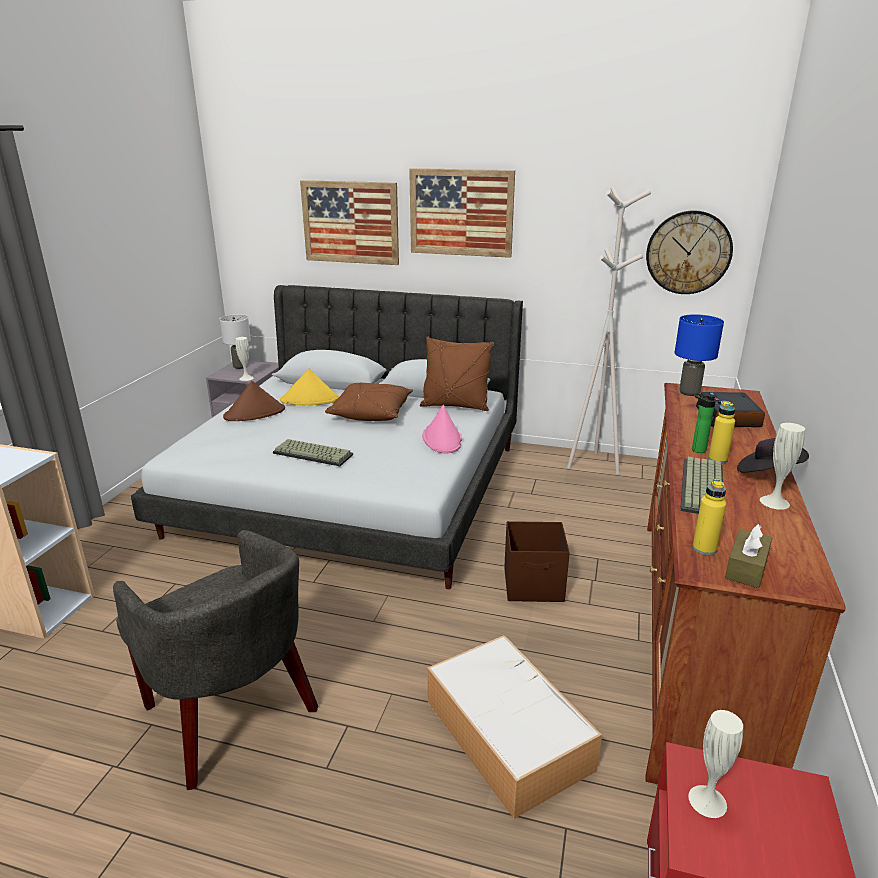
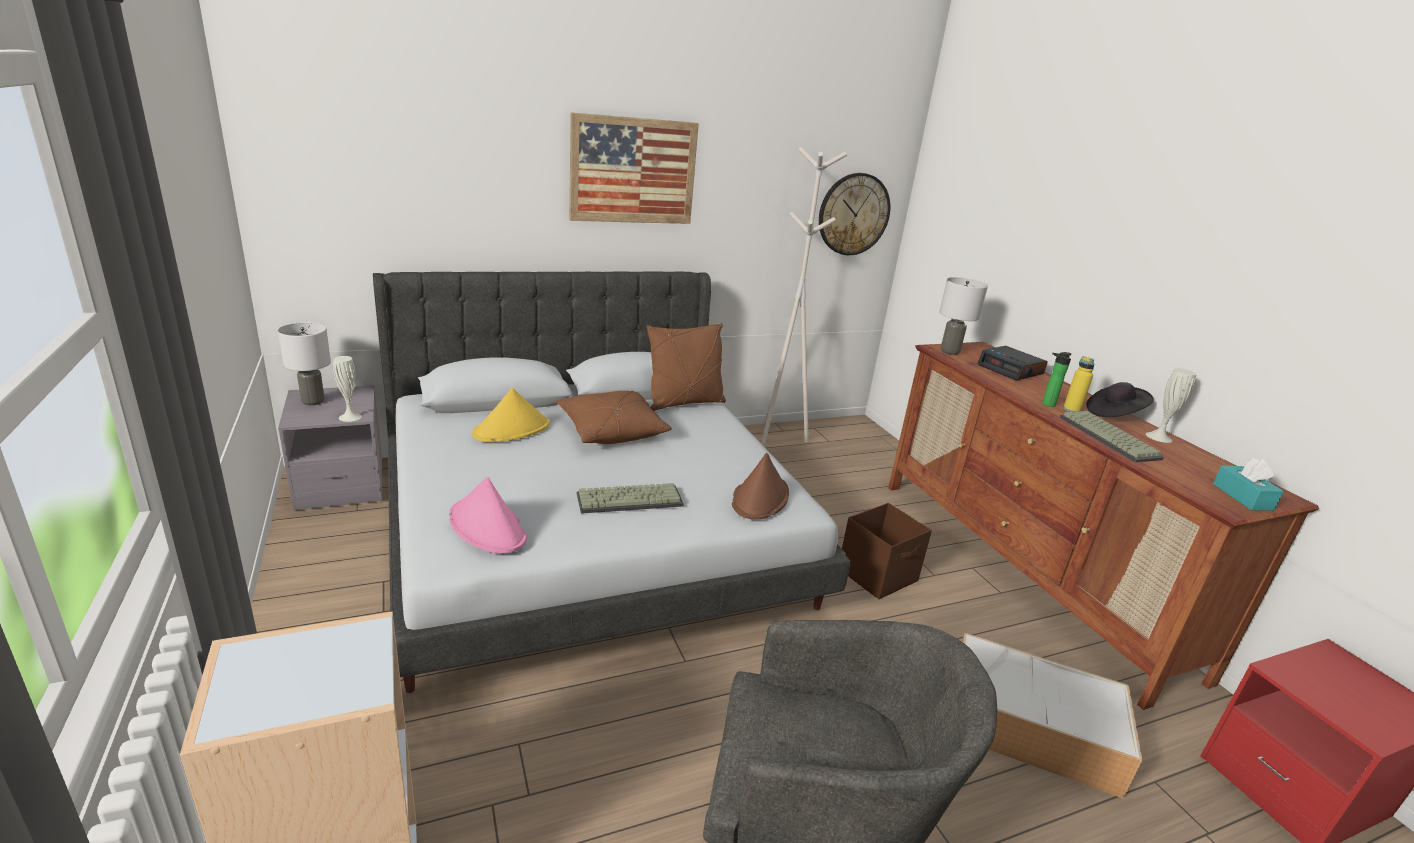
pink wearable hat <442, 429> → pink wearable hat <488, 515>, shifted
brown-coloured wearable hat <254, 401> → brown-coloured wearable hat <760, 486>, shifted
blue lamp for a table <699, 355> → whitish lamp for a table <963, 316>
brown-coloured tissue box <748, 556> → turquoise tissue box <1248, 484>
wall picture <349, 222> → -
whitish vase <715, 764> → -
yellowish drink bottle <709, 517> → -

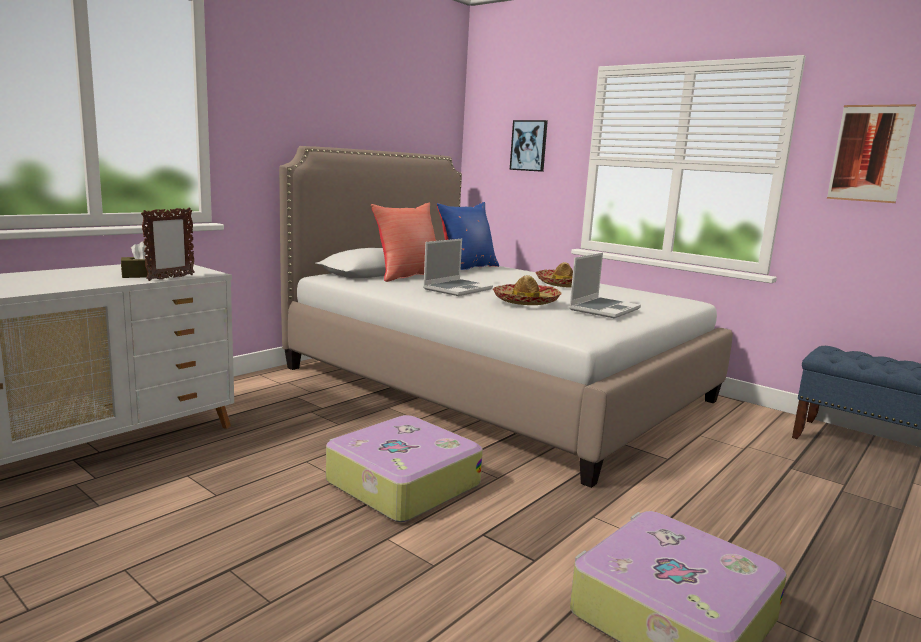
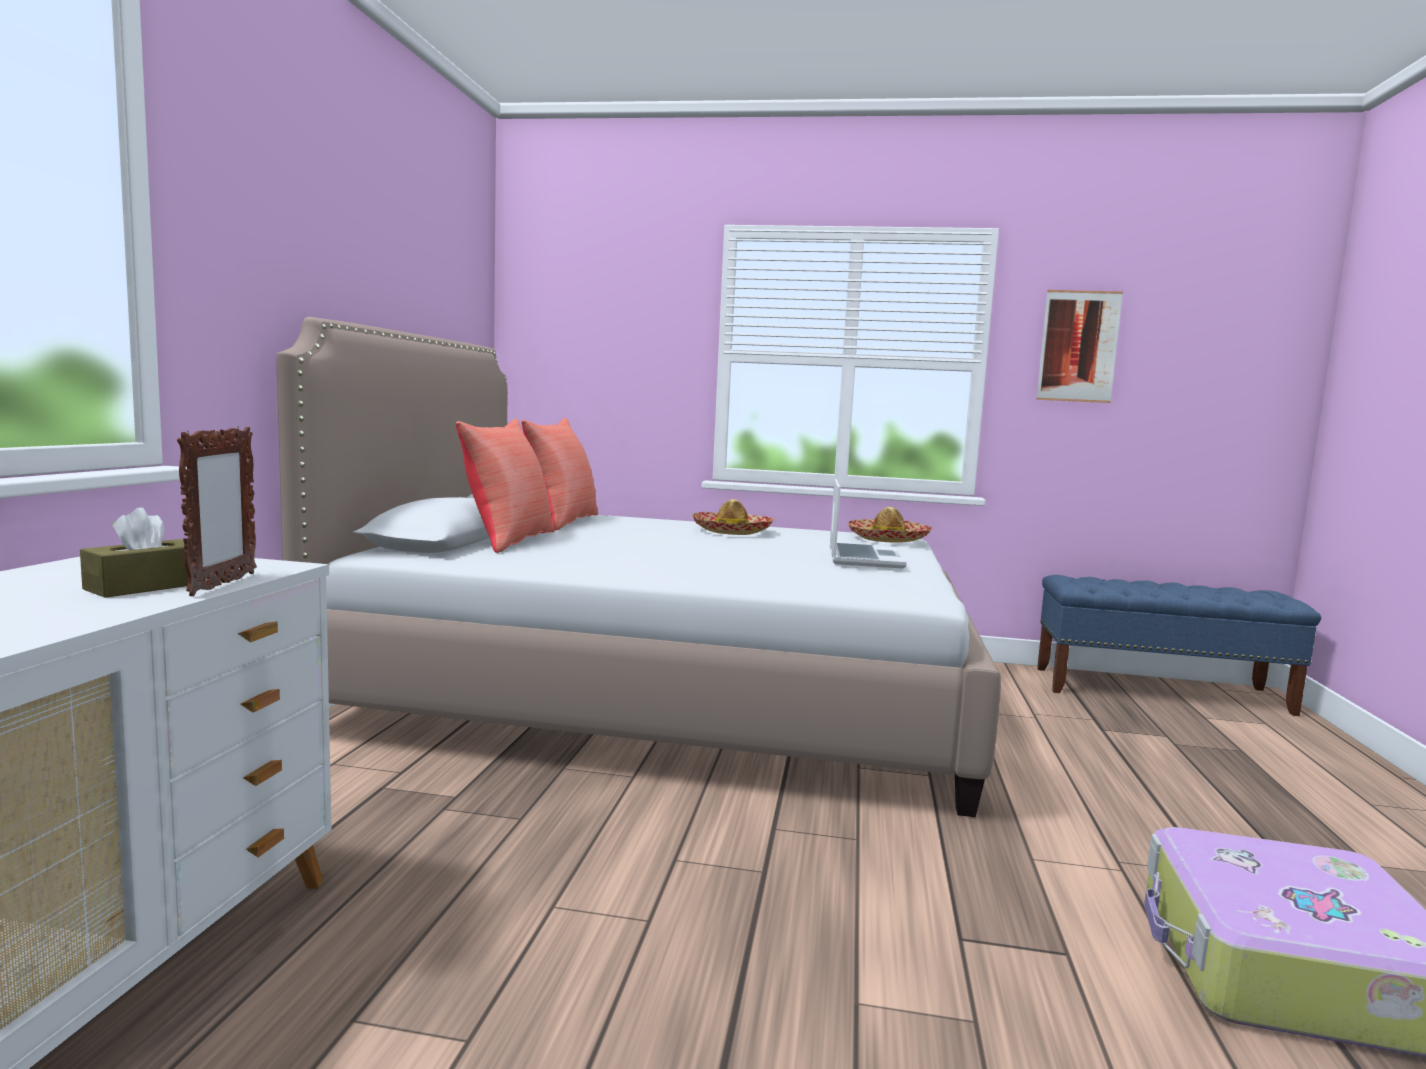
blue cushion <467, 236> → red cushion <559, 474>
wearable hat <527, 290> → wearable hat <890, 525>, shifted
travel case <404, 468> → -
notebook computer <458, 267> → -
wall picture <529, 146> → -

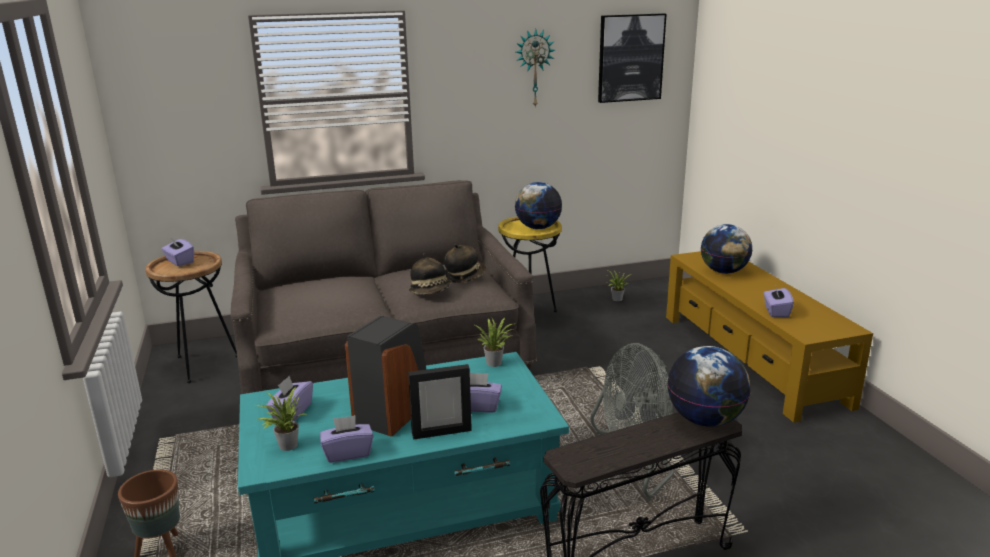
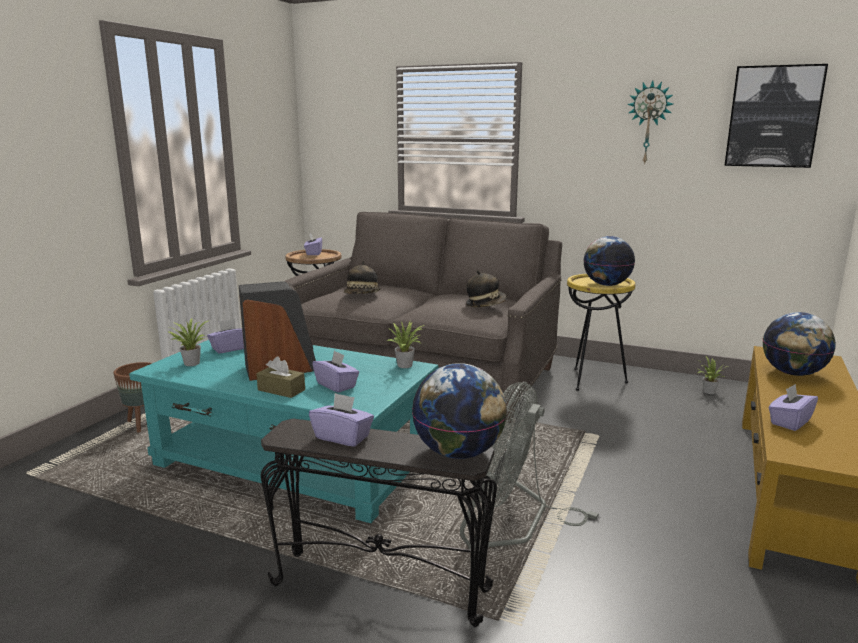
photo frame <440, 402> → brown-coloured tissue box <280, 377>
purple tissue box <346, 439> → purple tissue box <341, 420>, shifted
wearable hat <430, 274> → wearable hat <362, 277>, shifted

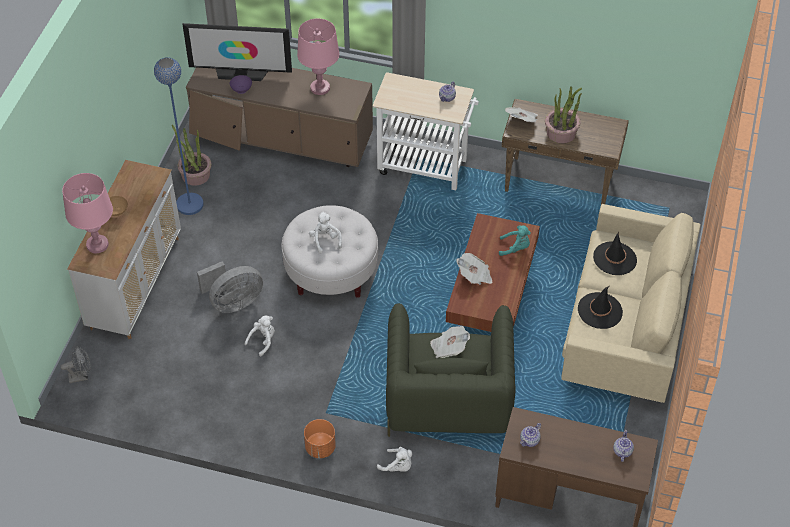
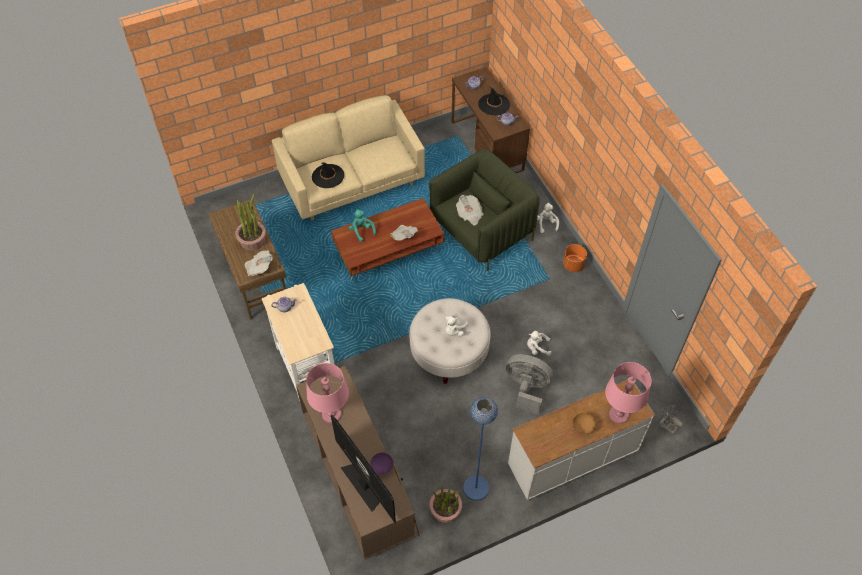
blackish wearable hat <600, 307> → blackish wearable hat <494, 101>, shifted

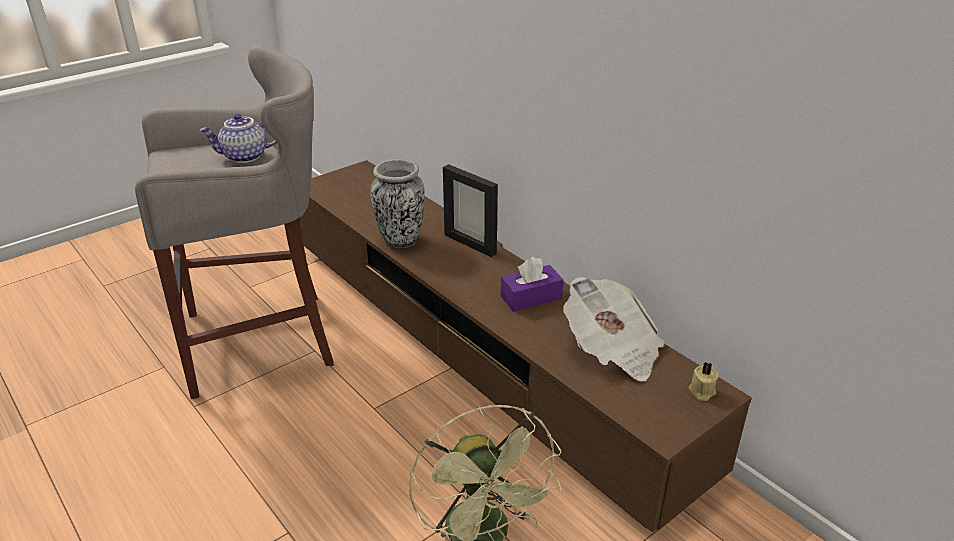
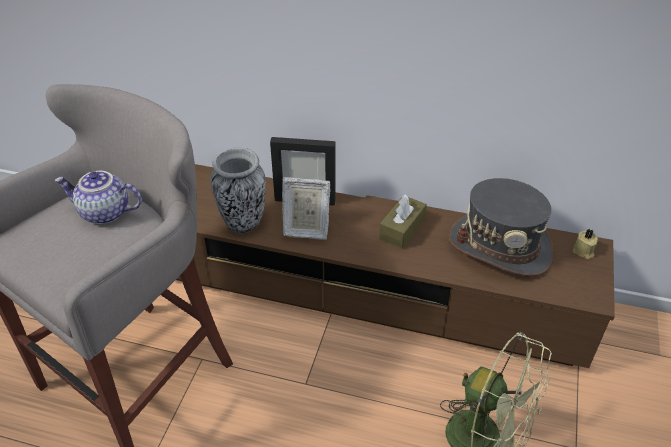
tea pot <238, 138> → tea pot <98, 197>, 60 degrees clockwise
- → photo frame <306, 208>
purple tissue box <532, 284> → brown-coloured tissue box <403, 221>
daily paper <614, 329> → greyish wearable hat <501, 227>

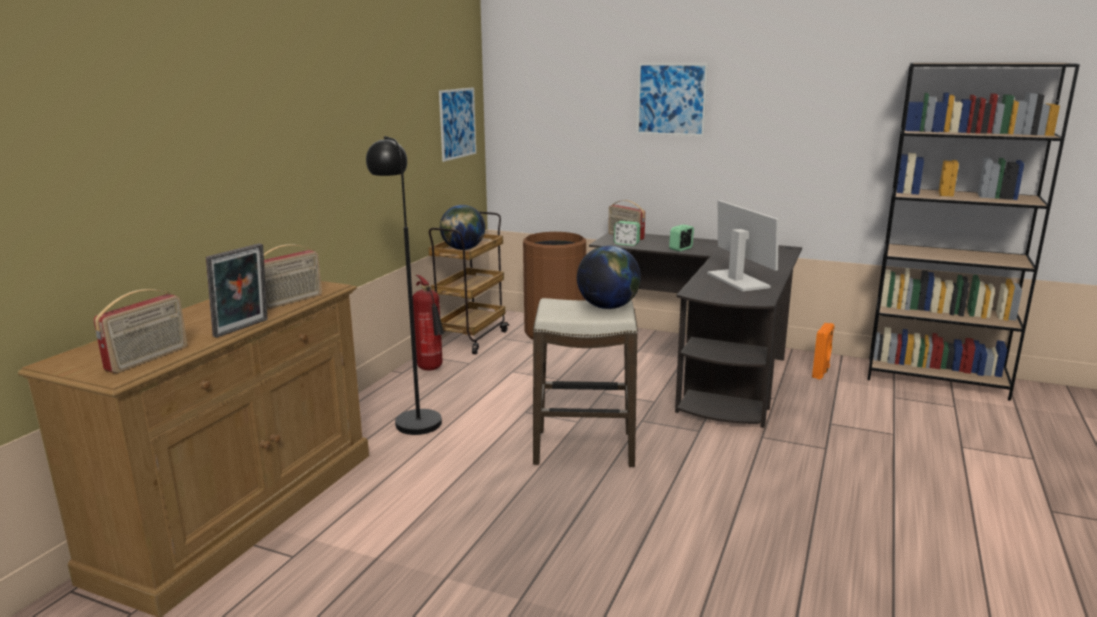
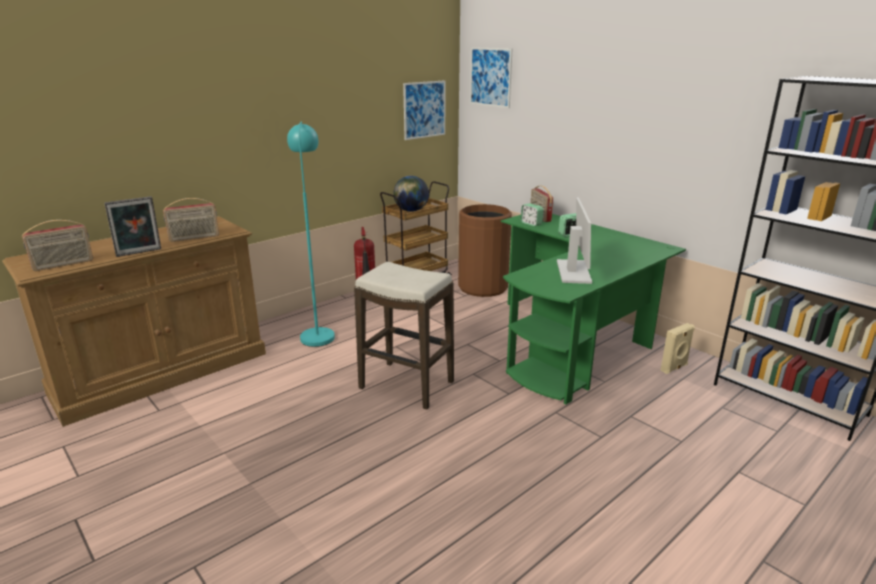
blackish floor lamp <404, 285> → turquoise floor lamp <311, 234>
wall picture <672, 100> → wall picture <491, 77>, shifted
blackish desk <695, 330> → green desk <593, 309>
orangey speaker <823, 351> → sand-coloured speaker <678, 348>
world globe <609, 277> → -

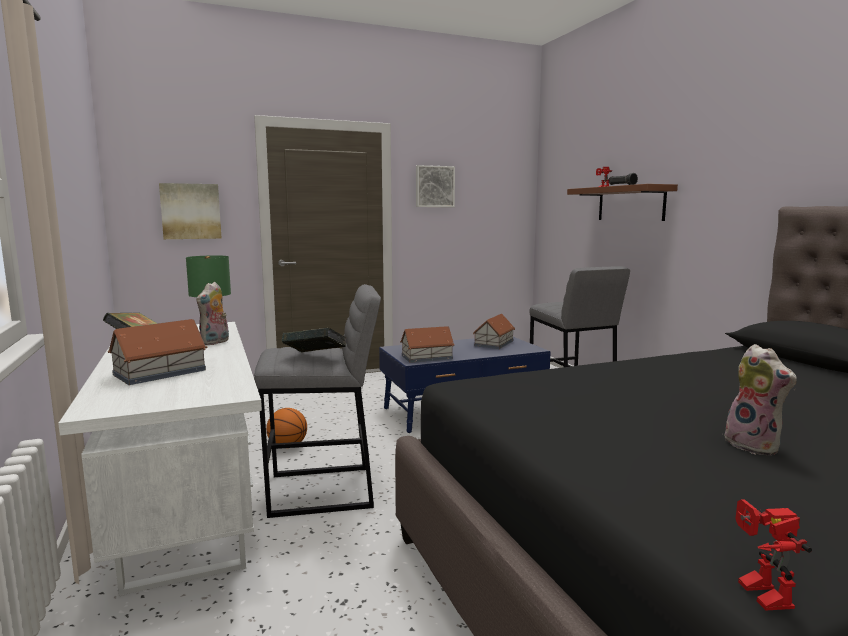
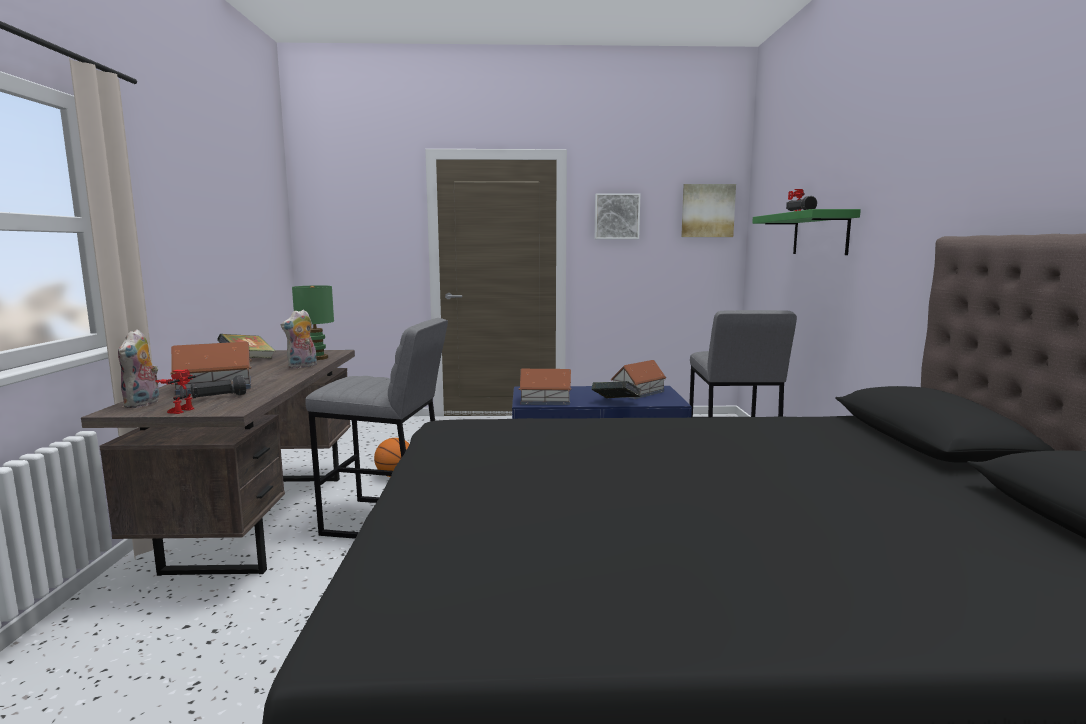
whitish desk <160, 459> → brown-coloured desk <218, 463>
cuddly toy <760, 399> → cuddly toy <138, 368>, shifted
model robot <774, 554> → model robot <175, 391>, shifted
- → blackish flashlight <218, 386>
bound book <314, 340> → bound book <616, 389>, shifted
wall picture <190, 211> → wall picture <708, 210>, shifted
brown-coloured shelf <622, 202> → green shelf <806, 232>

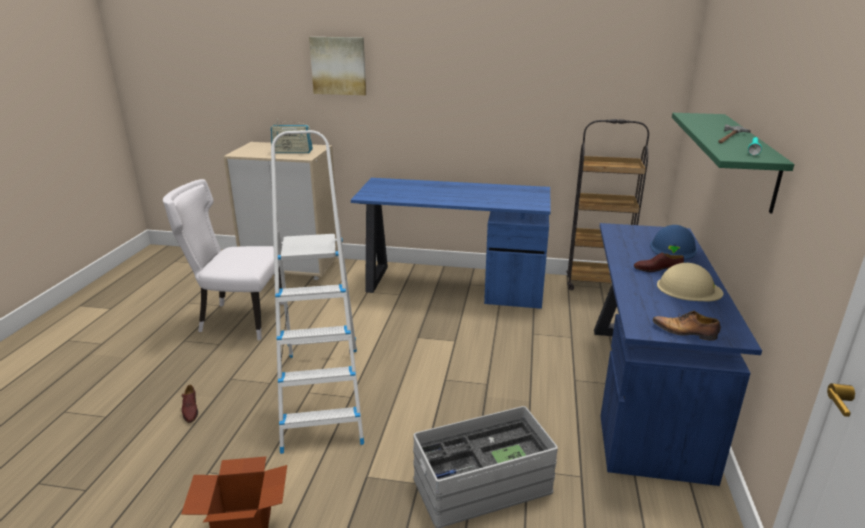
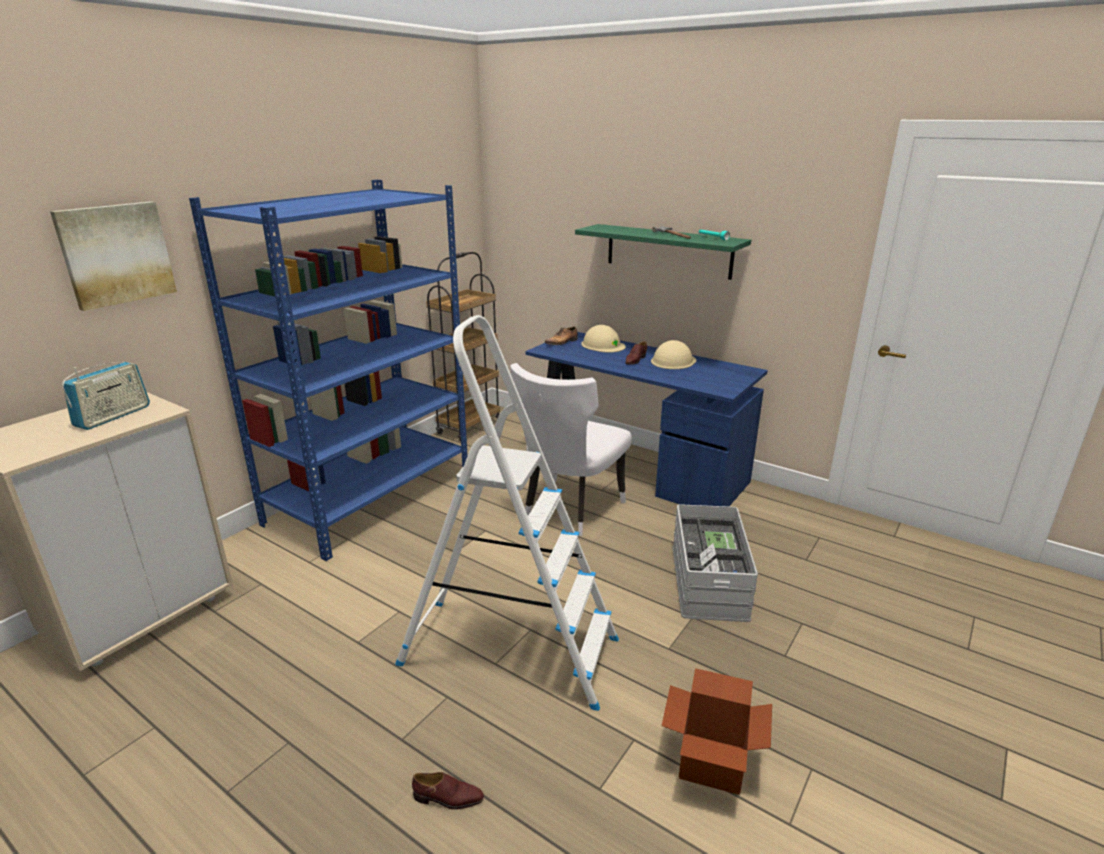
blue desk <451, 243> → blue bookcase <328, 370>
whitish plain chair <223, 259> → whitish plain chair <571, 449>, shifted
item of footwear <687, 326> → item of footwear <561, 335>, shifted
blue safety helmet <673, 242> → sand-coloured safety helmet <603, 339>

